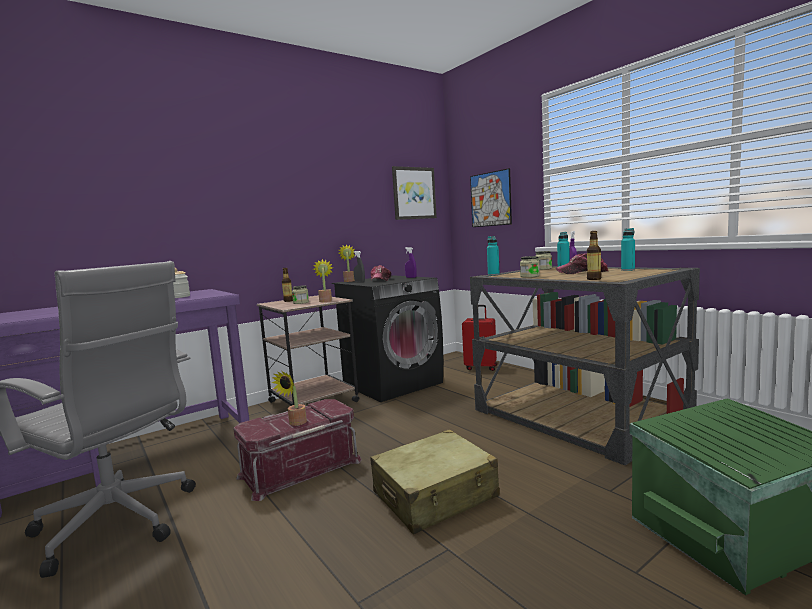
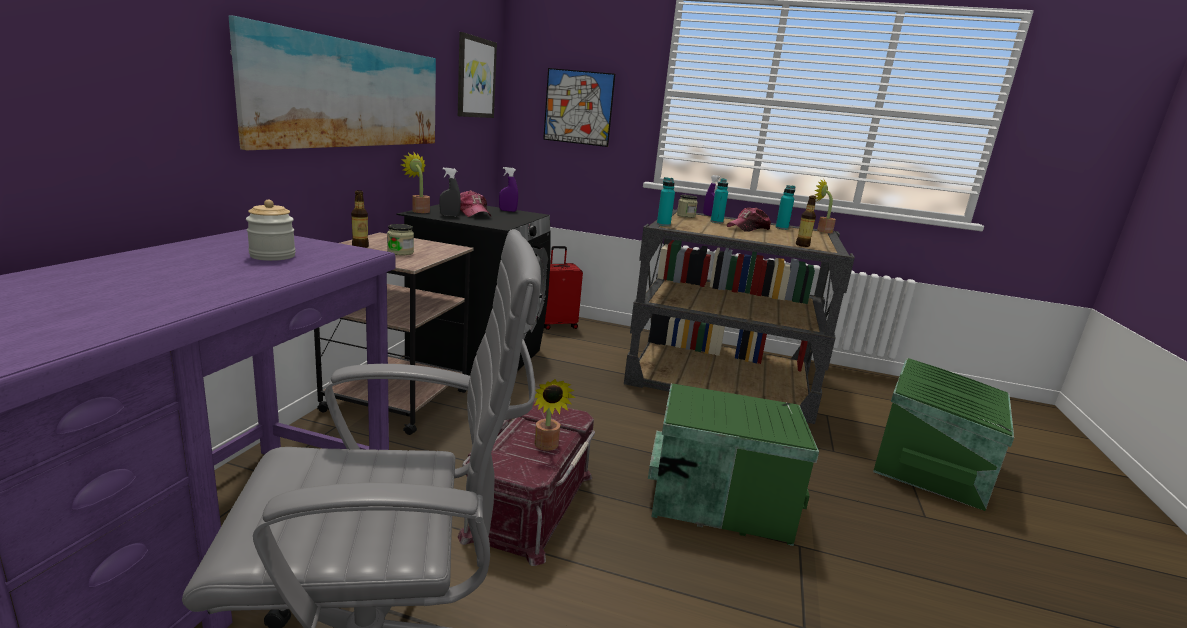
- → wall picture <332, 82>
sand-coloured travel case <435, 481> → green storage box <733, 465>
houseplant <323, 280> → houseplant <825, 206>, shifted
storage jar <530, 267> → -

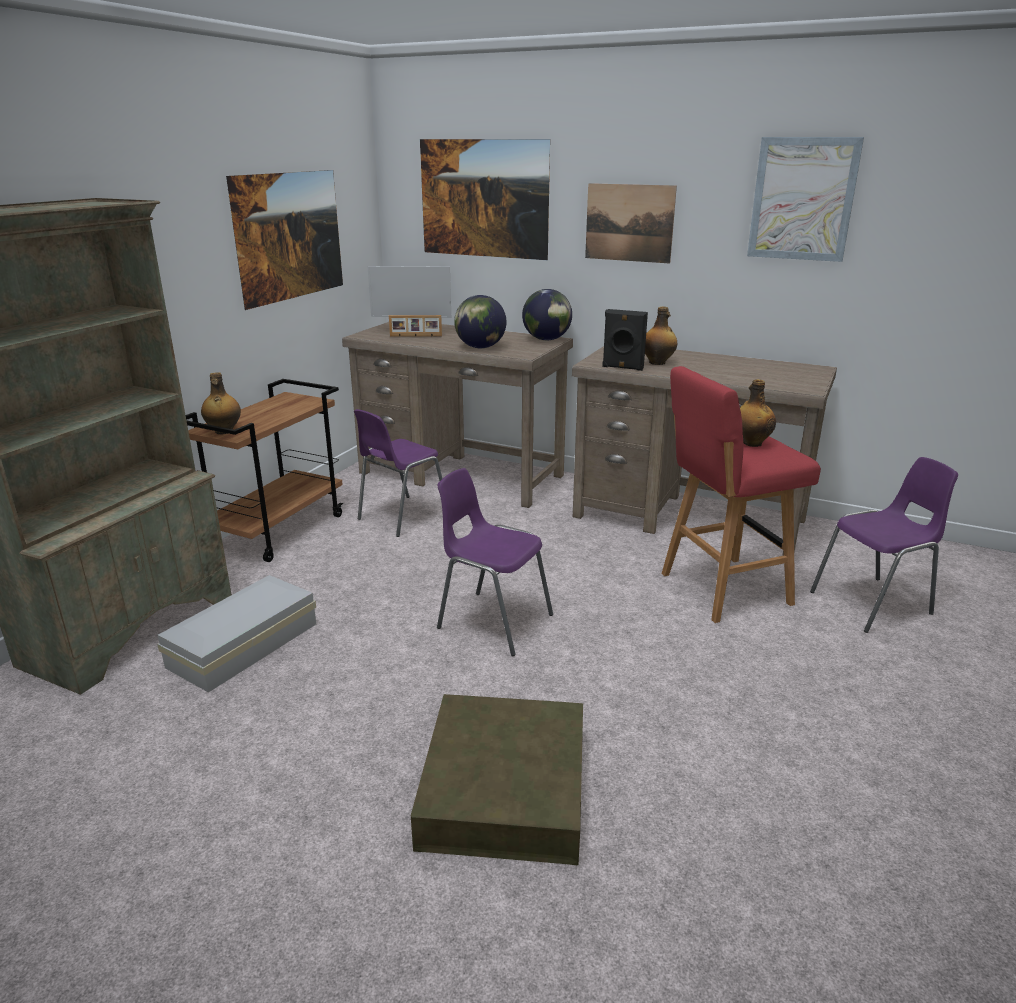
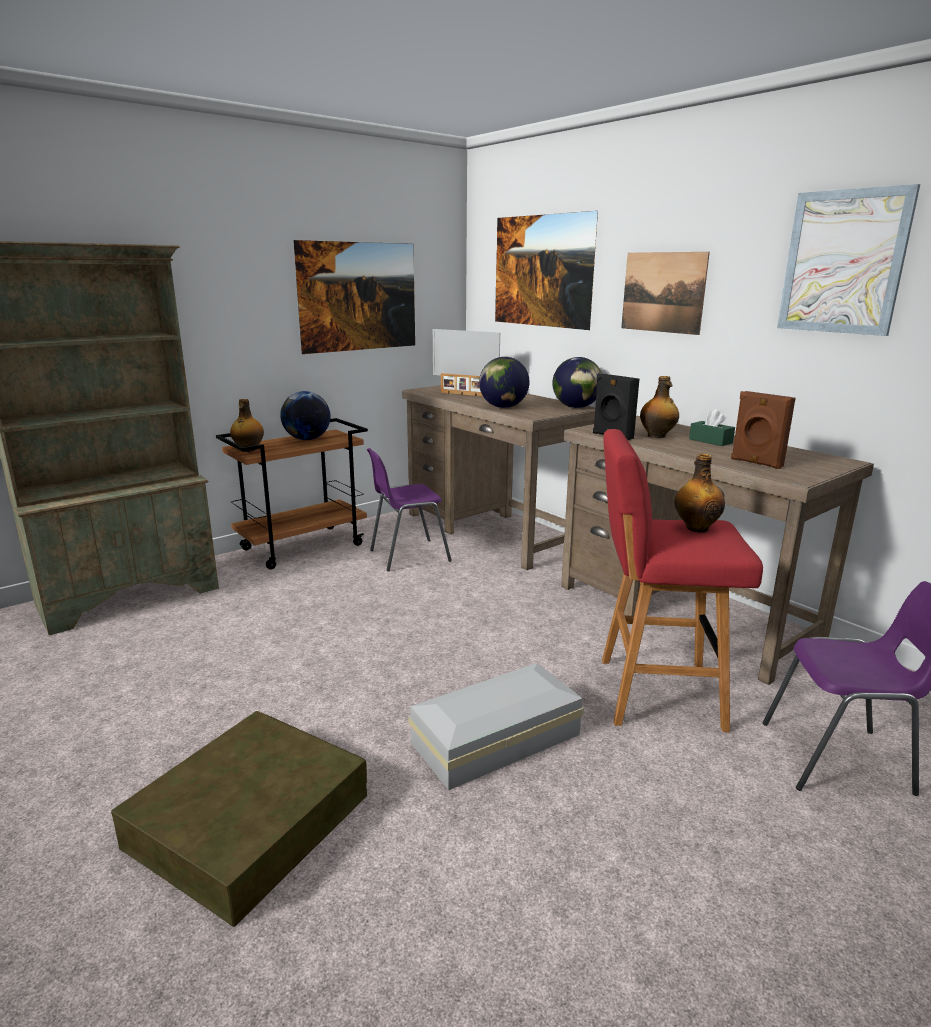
- → world globe <305, 415>
whitish storage box <236, 634> → whitish storage box <496, 726>, shifted
- → green tissue box <712, 427>
- → brown-coloured speaker <763, 430>
purple plain chair <495, 562> → -

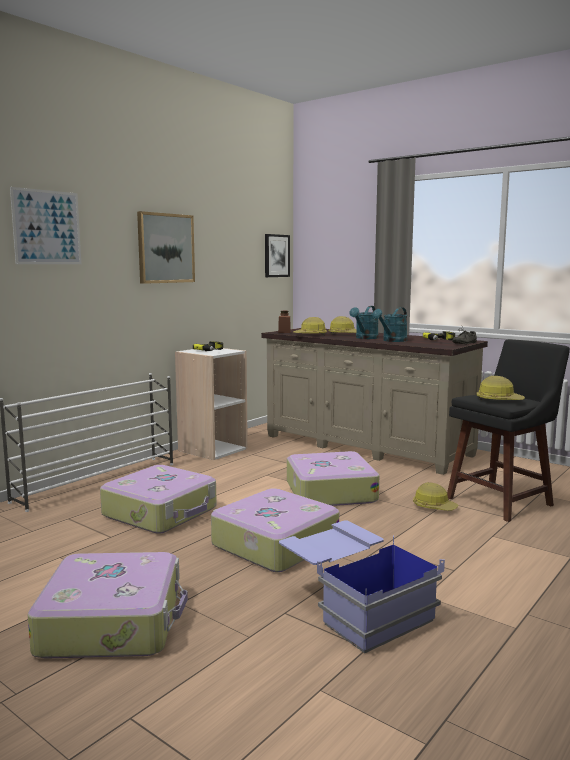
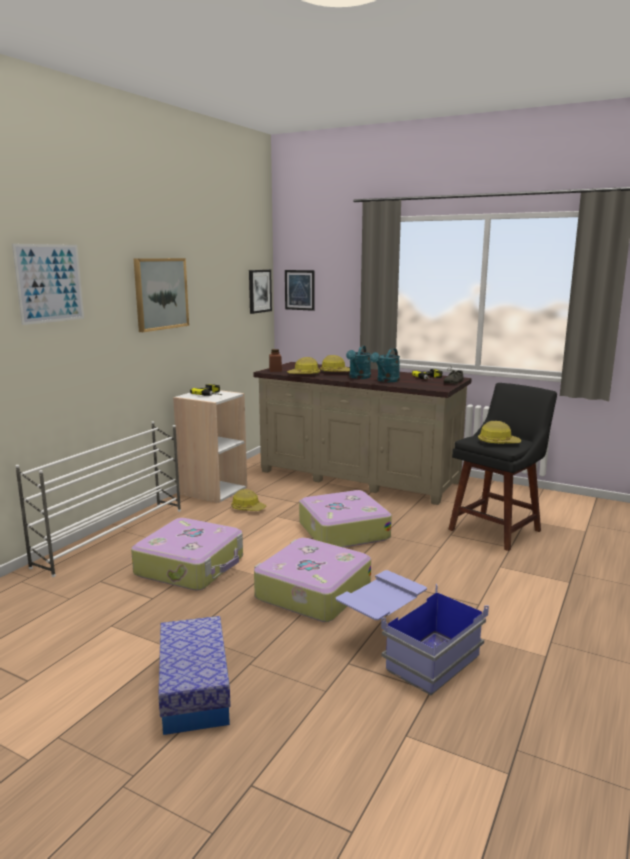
travel case <108, 605> → storage box <194, 675>
safety helmet <436, 496> → safety helmet <248, 500>, shifted
- → wall picture <300, 290>

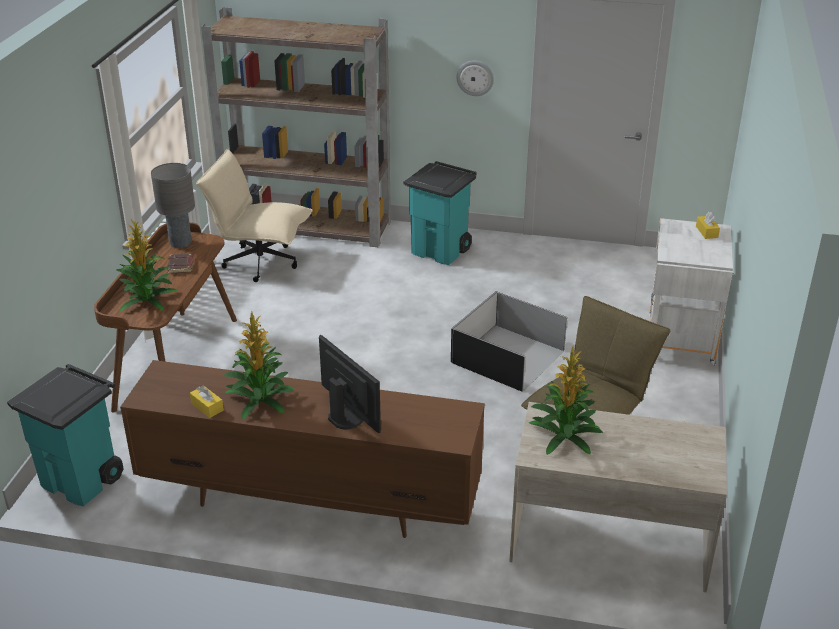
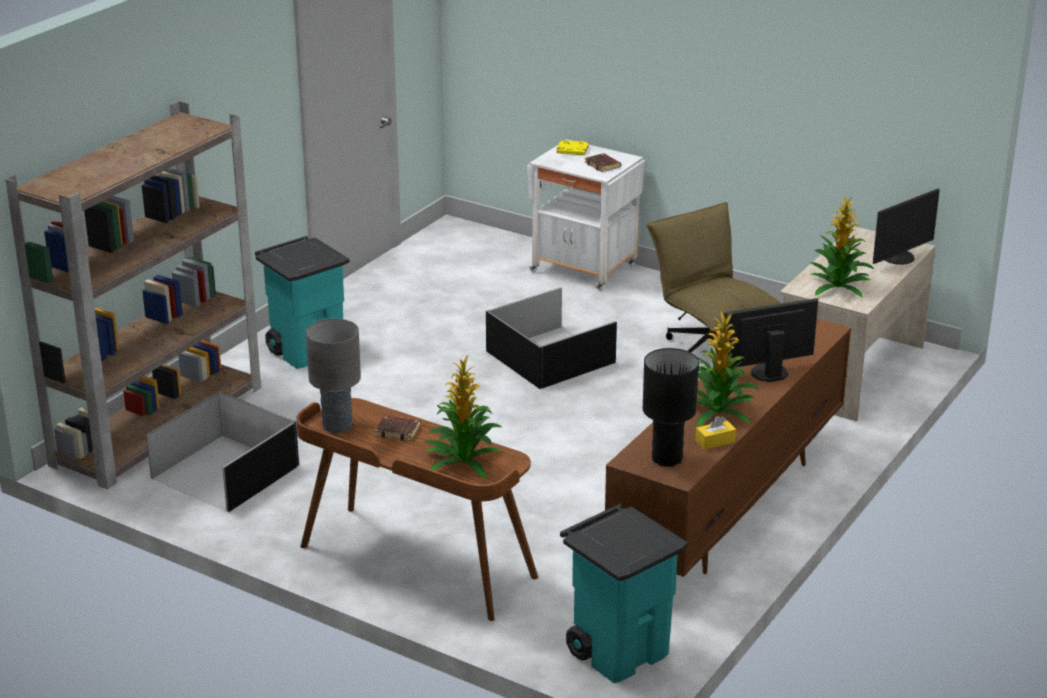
sand-coloured office chair <254, 215> → blackish storage box <222, 452>
yellowish tissue box <708, 225> → yellowish bound book <573, 147>
- → brown-coloured bound book <603, 162>
- → blackish lamp for a table <671, 407>
- → computer display <906, 227>
wall clock <475, 78> → -

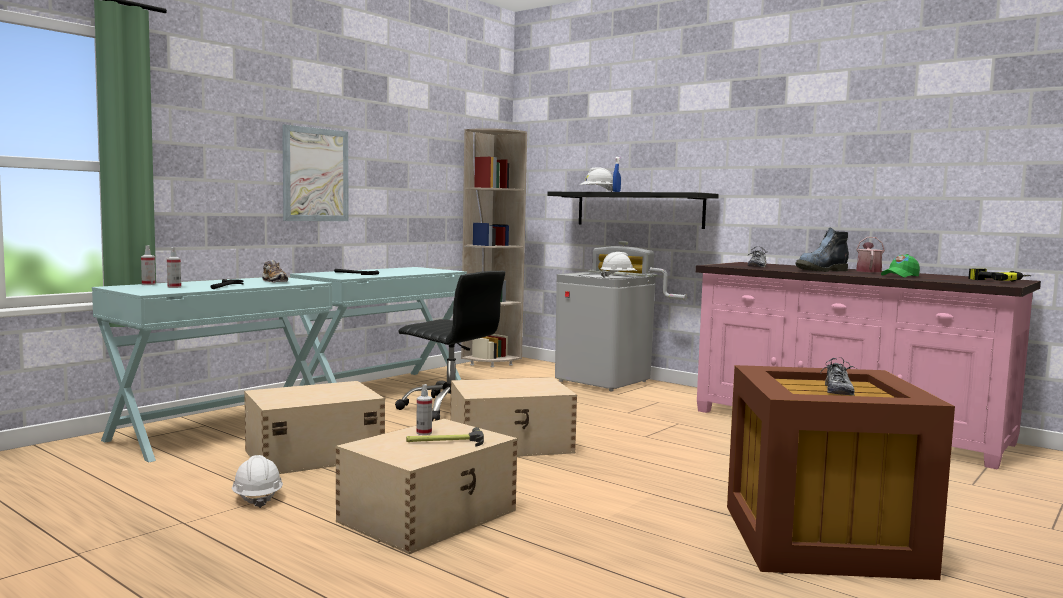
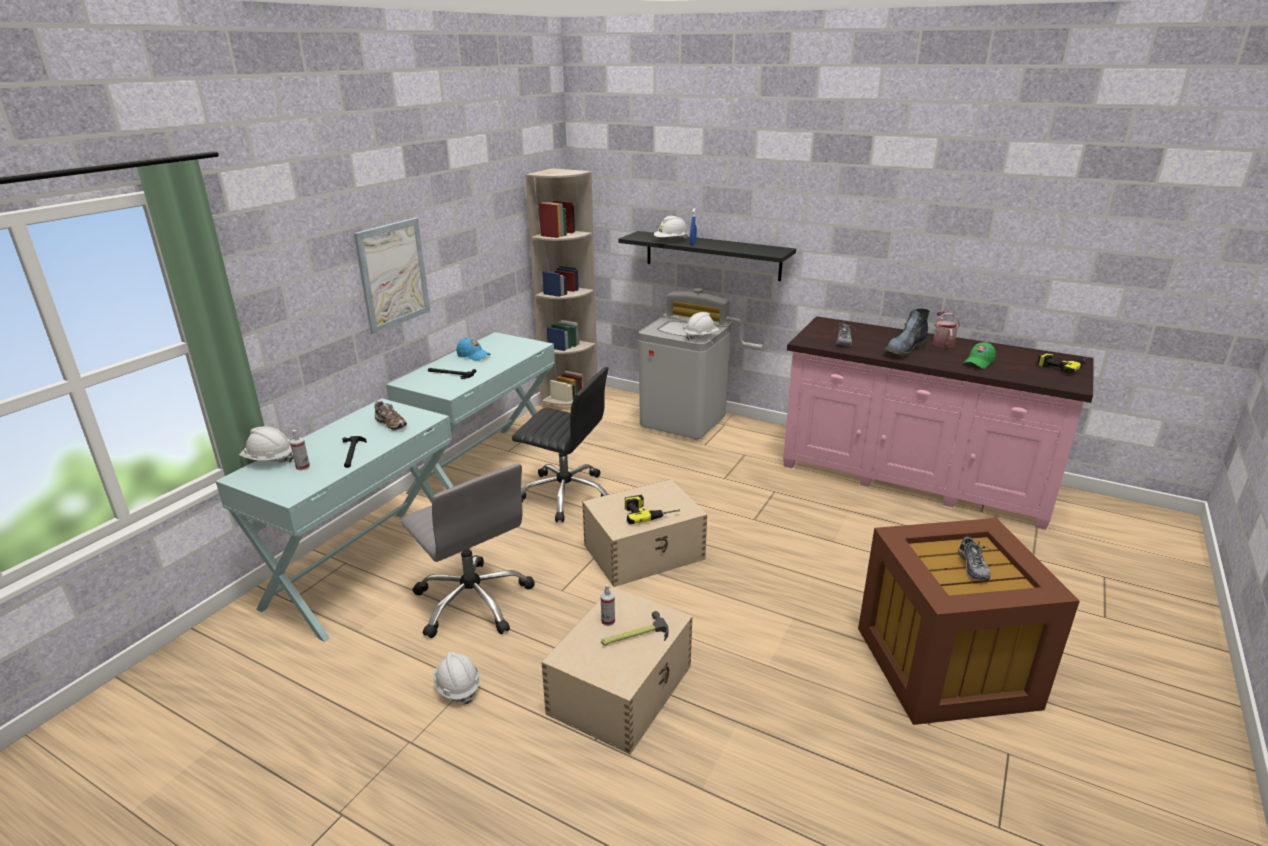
hand sprayer <148, 265> → whitish safety helmet <266, 444>
sand-coloured storage box <314, 427> → greyish office chair <468, 550>
- → blue cap <474, 349>
- → drill <652, 509>

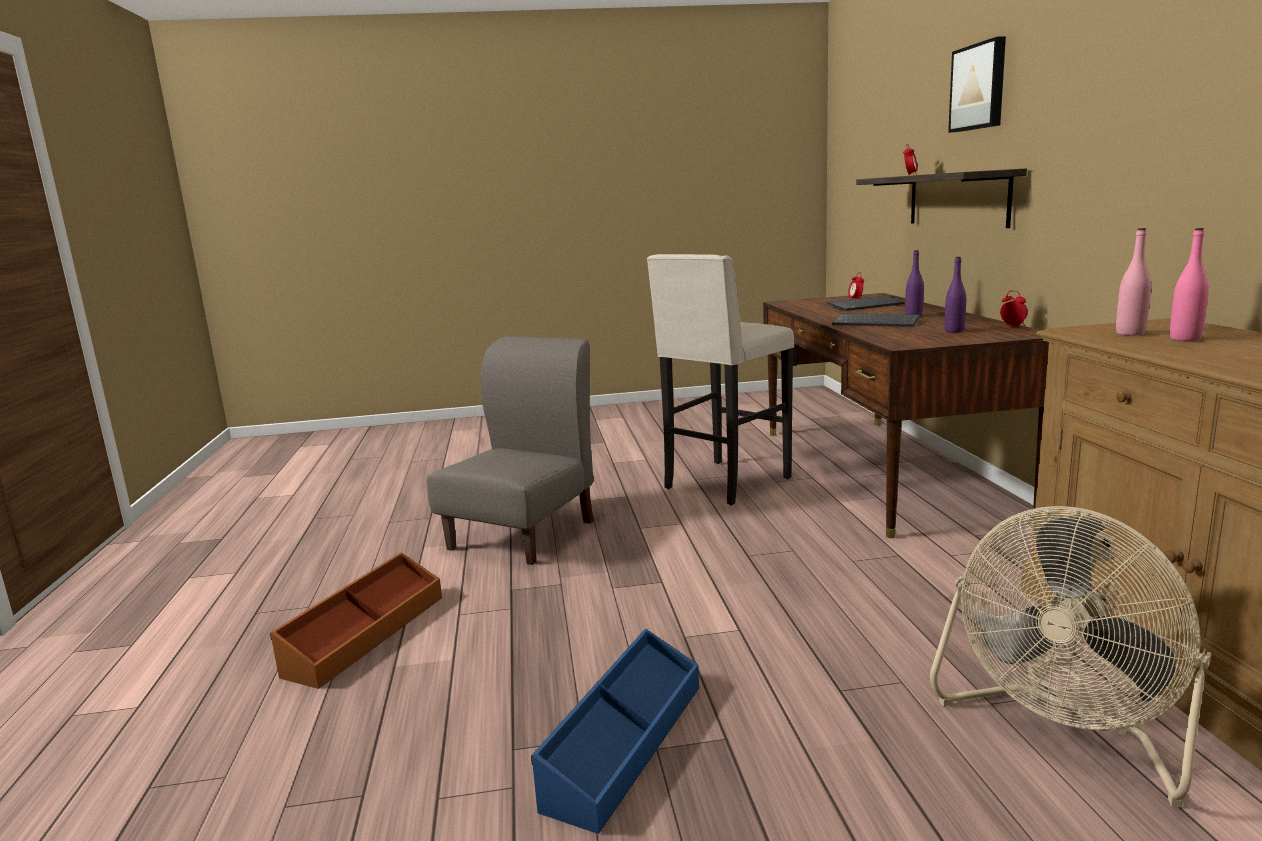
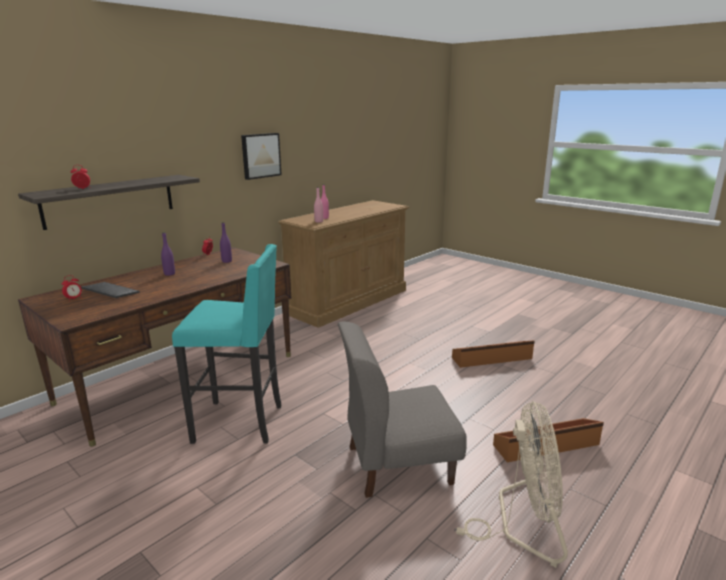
sand-coloured stool seat <720, 379> → turquoise stool seat <226, 344>
wall picture <977, 84> → wall picture <261, 156>, shifted
blue storage box <615, 731> → brown-coloured storage box <493, 354>
sand-coloured cooling fan <1070, 657> → sand-coloured cooling fan <511, 484>, shifted
PC keyboard <876, 320> → -

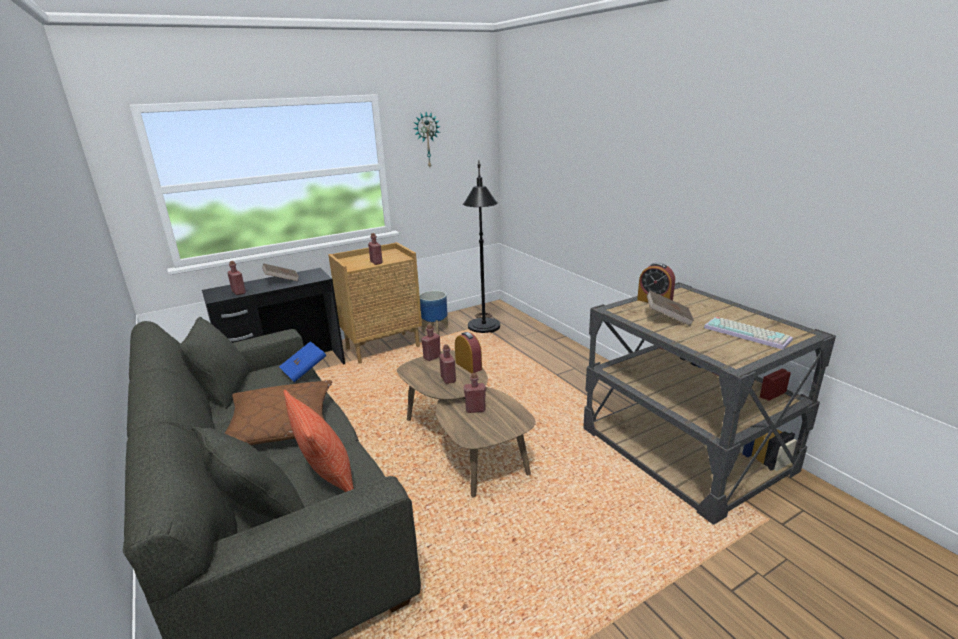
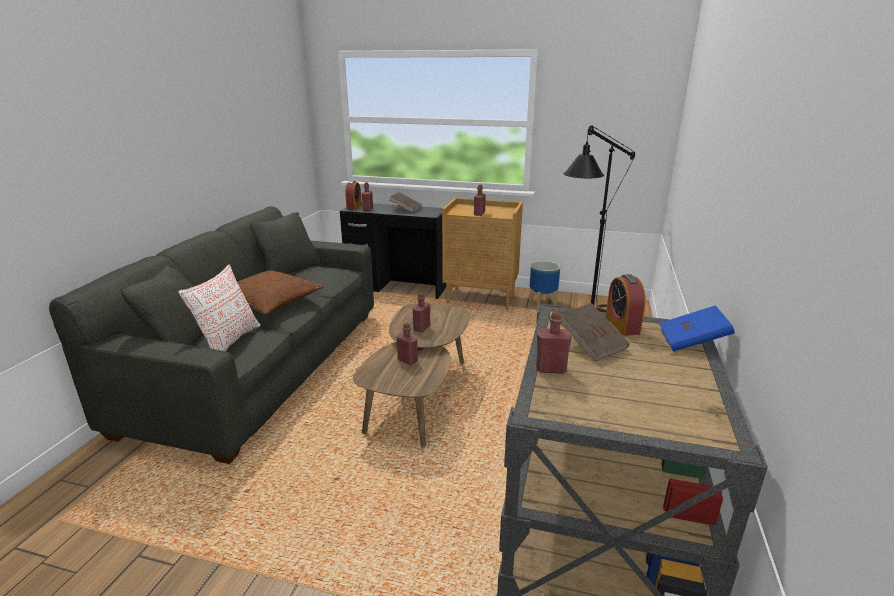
orangey cushion <318, 441> → whitish cushion <219, 308>
bedside clock <468, 352> → bedside clock <353, 195>, shifted
red drink bottle <431, 343> → red drink bottle <554, 342>, shifted
blue bound book <302, 361> → blue bound book <697, 328>, shifted
wall clock <427, 139> → -
PC keyboard <748, 333> → -

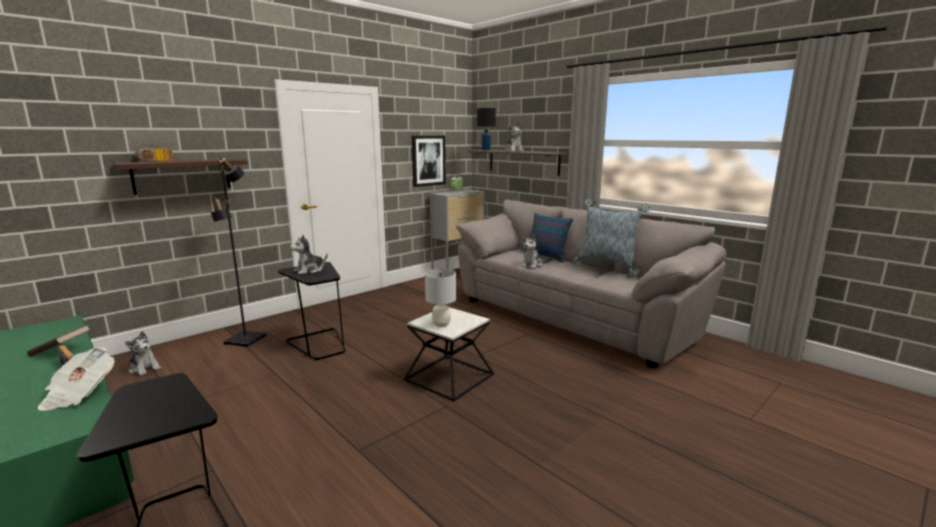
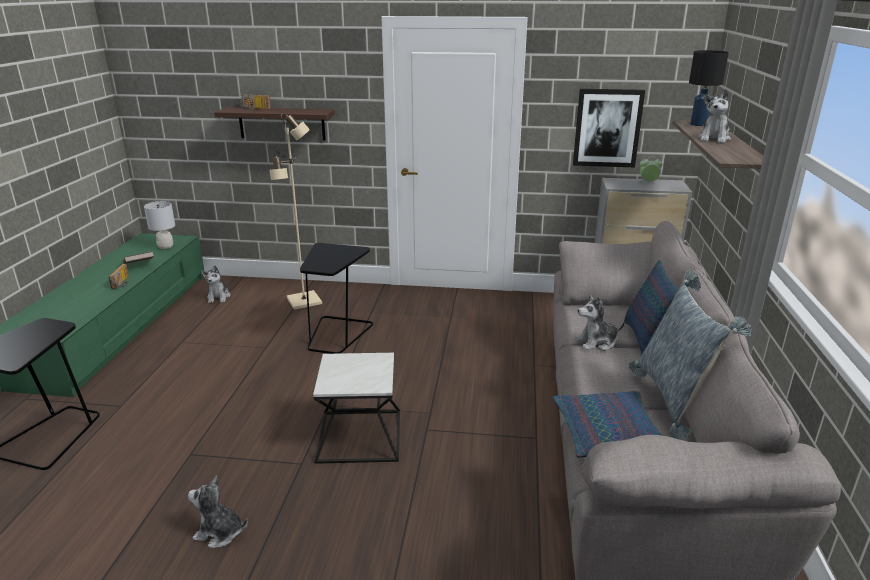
greyish lamp for a table <440, 298> → greyish lamp for a table <159, 225>, shifted
cuddly toy <308, 255> → cuddly toy <218, 512>, shifted
blackish floor lamp <239, 252> → sand-coloured floor lamp <296, 211>
- → blue cushion <607, 424>
daily paper <76, 379> → -

